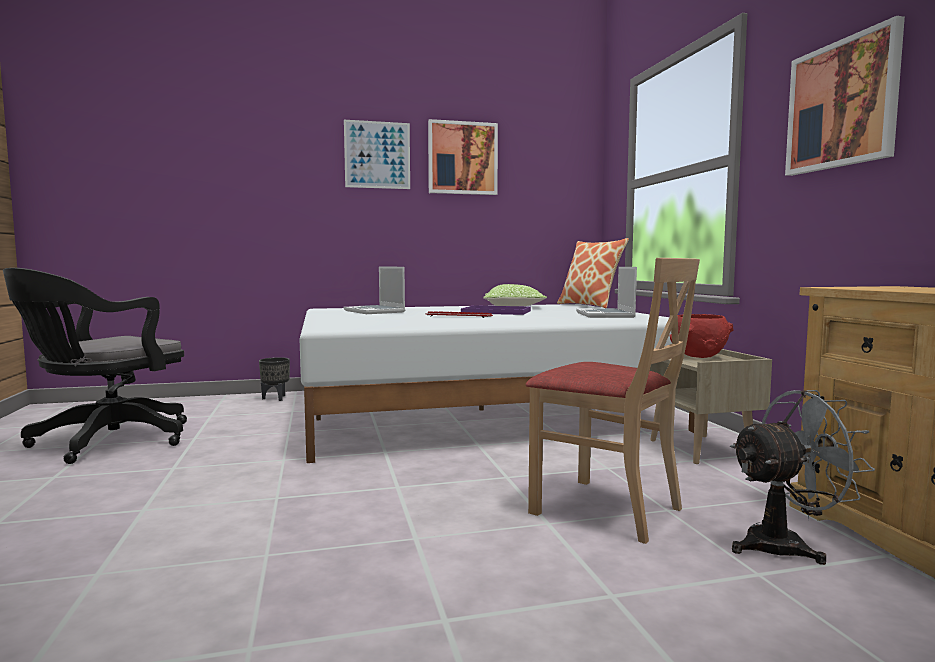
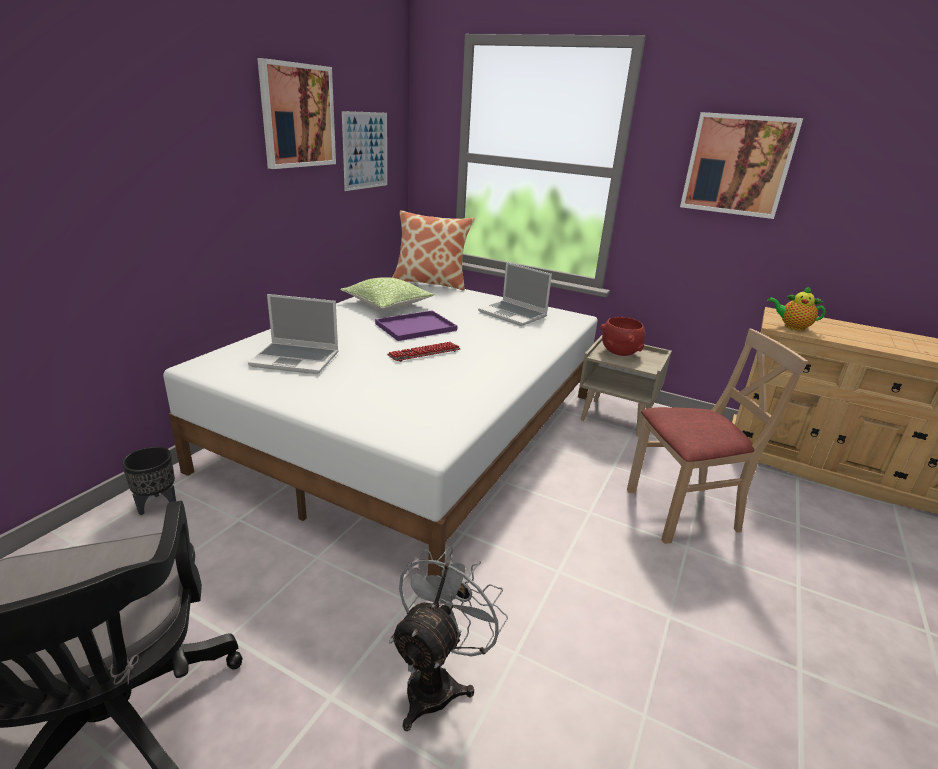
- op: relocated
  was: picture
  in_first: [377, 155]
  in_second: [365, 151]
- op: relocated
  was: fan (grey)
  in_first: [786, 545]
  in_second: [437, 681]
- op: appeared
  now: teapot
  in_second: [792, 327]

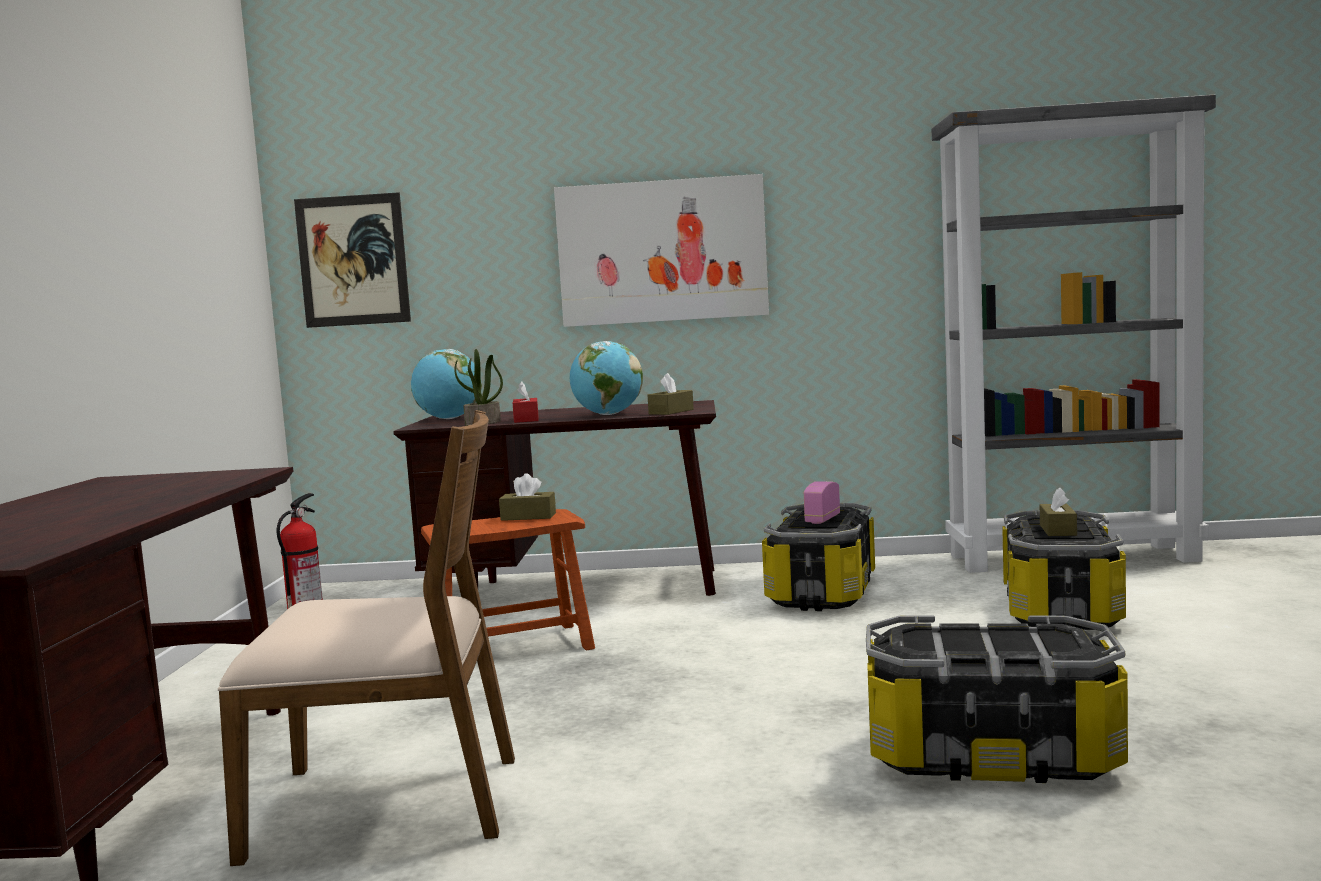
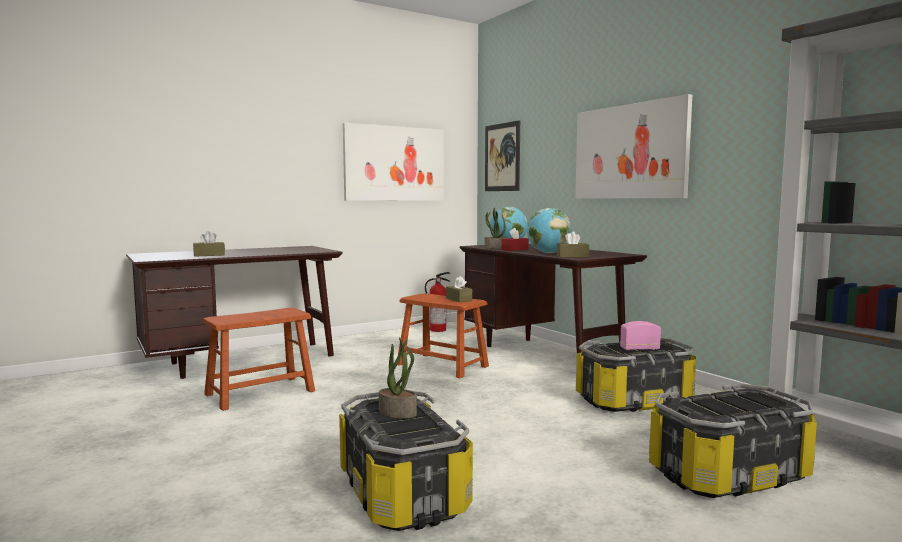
- op: exchanged
  was: chair (brown)
  now: stool (brown)
  in_first: [389, 804]
  in_second: [260, 392]
- op: relocated
  was: tissue box (brown)
  in_first: [1058, 530]
  in_second: [209, 255]
- op: appeared
  now: picture
  in_second: [394, 163]
- op: appeared
  now: potted plant
  in_second: [398, 412]

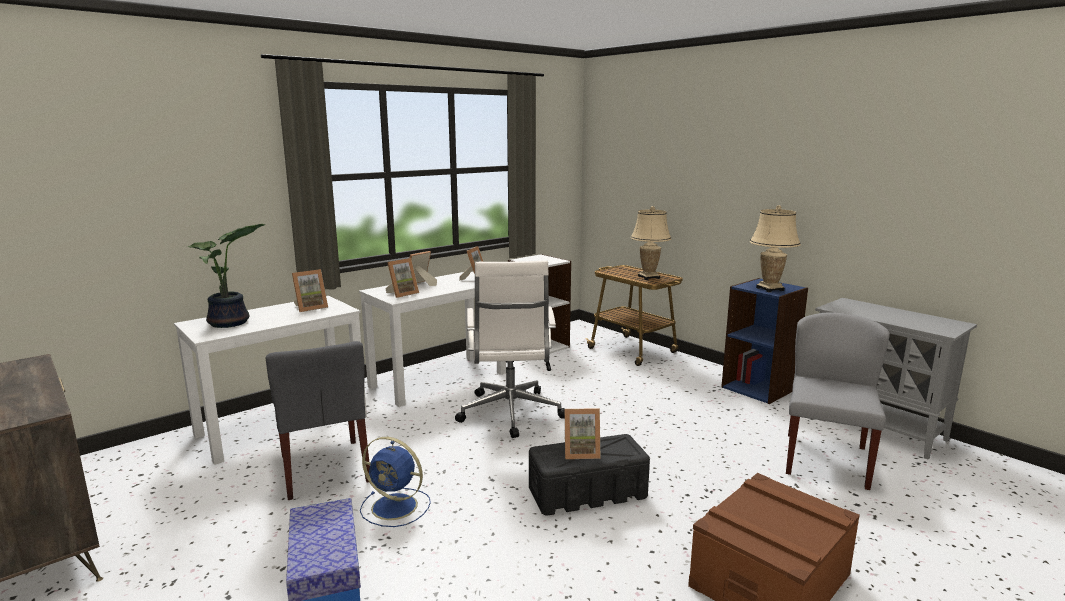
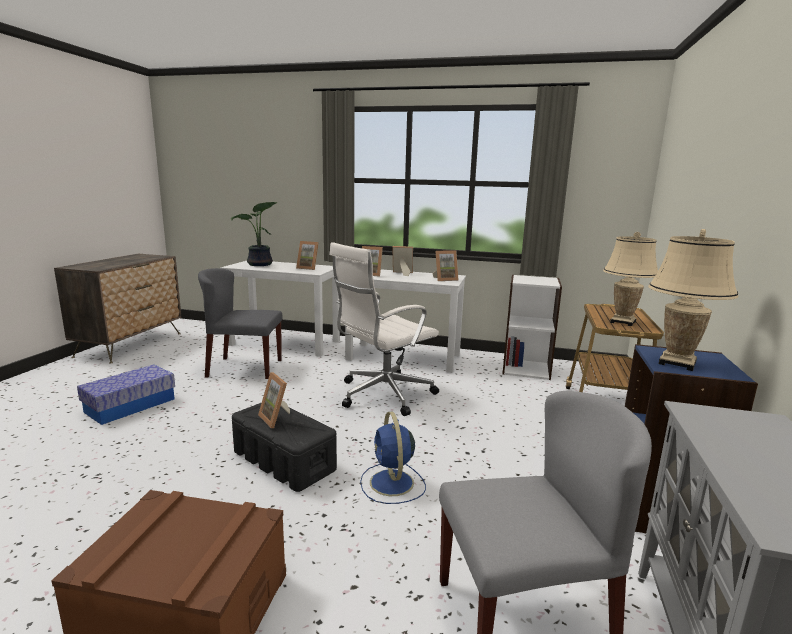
- op: spun
  was: chair (grey)
  in_first: [325, 468]
  in_second: [244, 368]
  clockwise: 60
- op: relocated
  was: fan (blue)
  in_first: [396, 507]
  in_second: [392, 484]

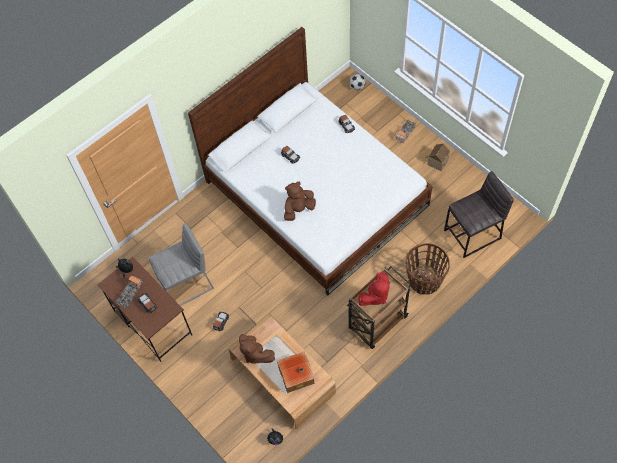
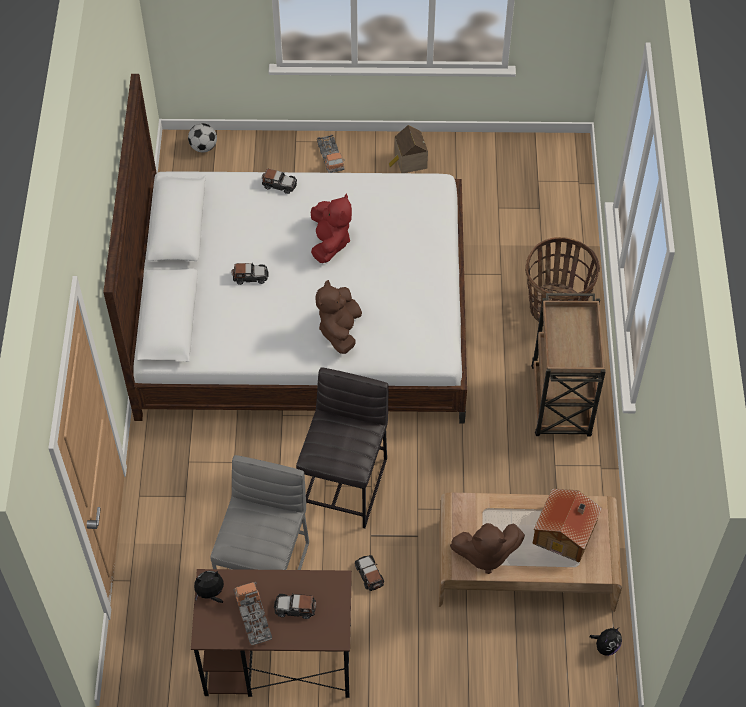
- op: relocated
  was: plush toy (red)
  in_first: [375, 296]
  in_second: [330, 242]
- op: relocated
  was: stool (grey)
  in_first: [473, 234]
  in_second: [345, 484]

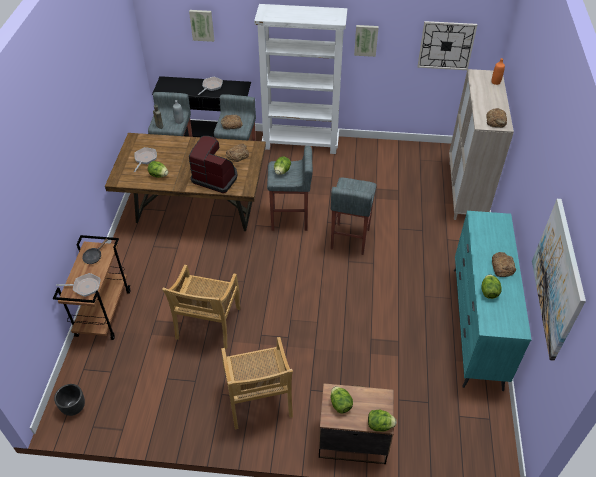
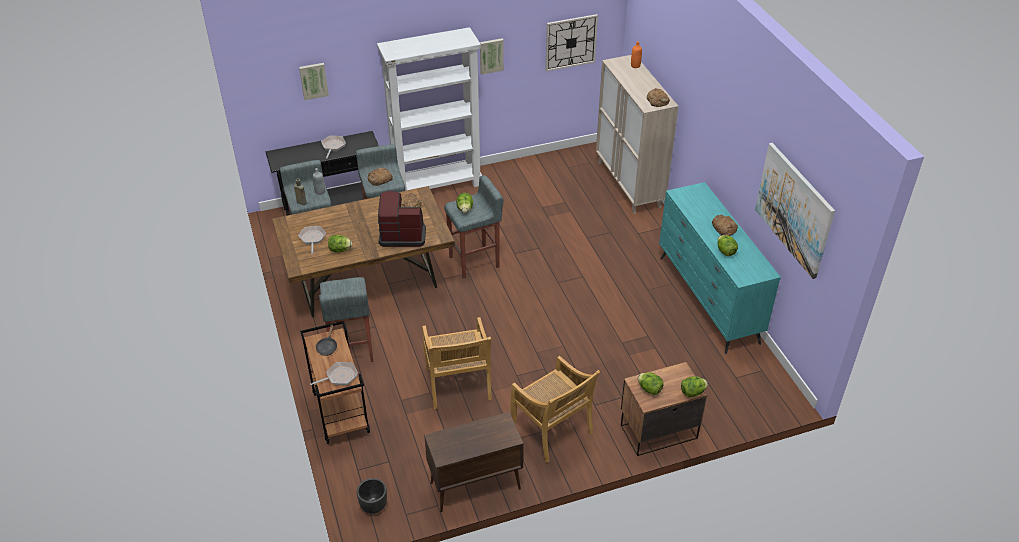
- op: relocated
  was: stool (grey)
  in_first: [349, 239]
  in_second: [351, 349]
- op: appeared
  now: cabinet (brown)
  in_second: [474, 486]

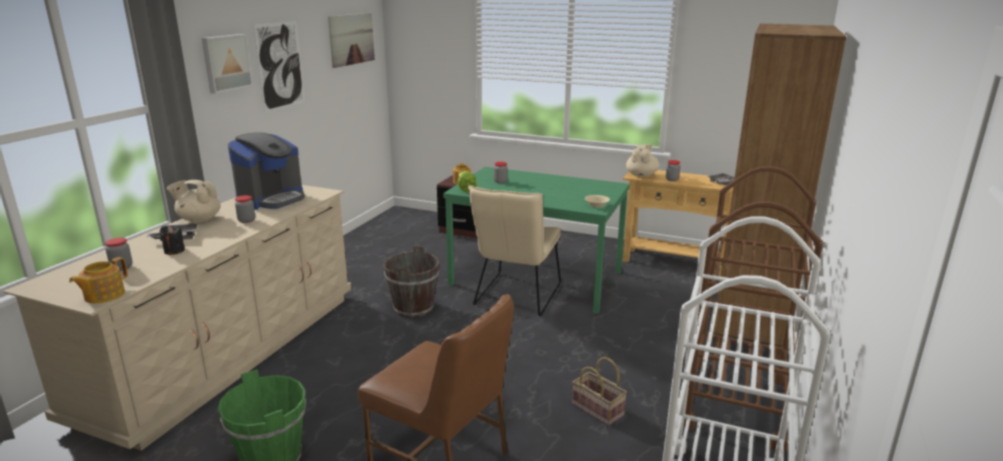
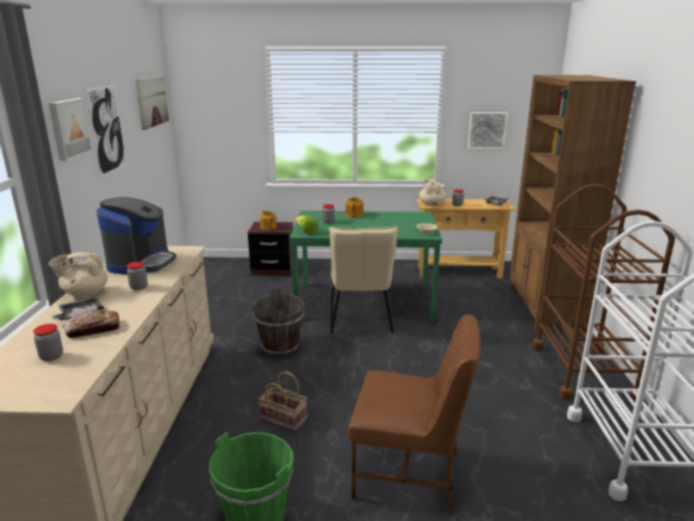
- op: relocated
  was: teapot
  in_first: [103, 295]
  in_second: [353, 215]
- op: exchanged
  was: candle (black)
  now: bread
  in_first: [174, 251]
  in_second: [93, 329]
- op: relocated
  was: basket
  in_first: [599, 410]
  in_second: [285, 418]
- op: appeared
  now: picture
  in_second: [486, 130]

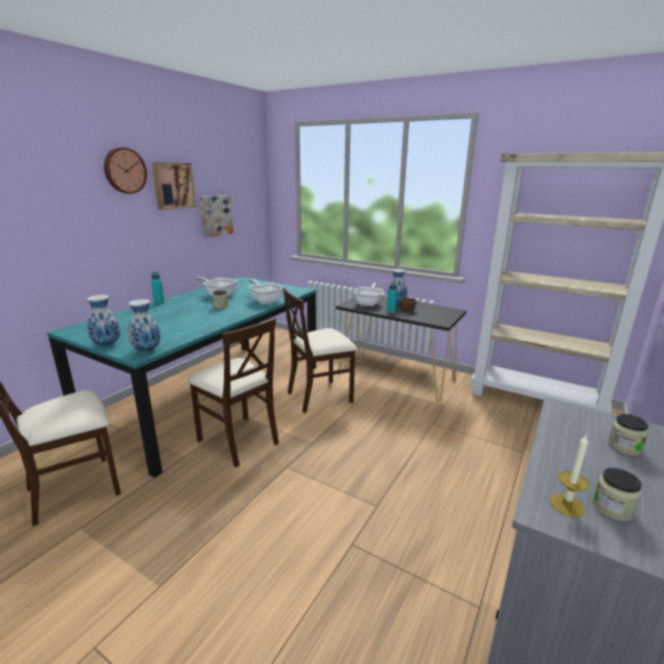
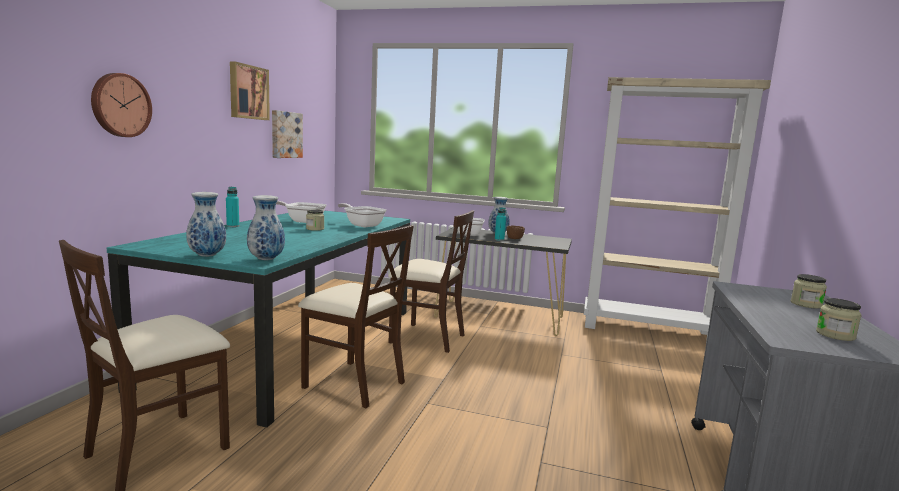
- op: relocated
  was: wall clock
  in_first: [124, 170]
  in_second: [120, 105]
- op: spun
  was: chair (beige)
  in_first: [320, 396]
  in_second: [426, 338]
  clockwise: -120
- op: missing
  was: candle
  in_first: [566, 505]

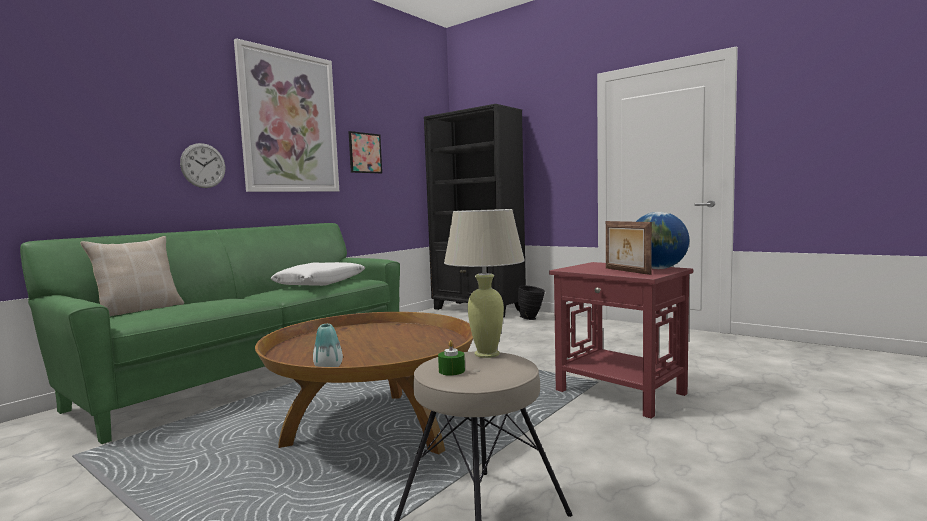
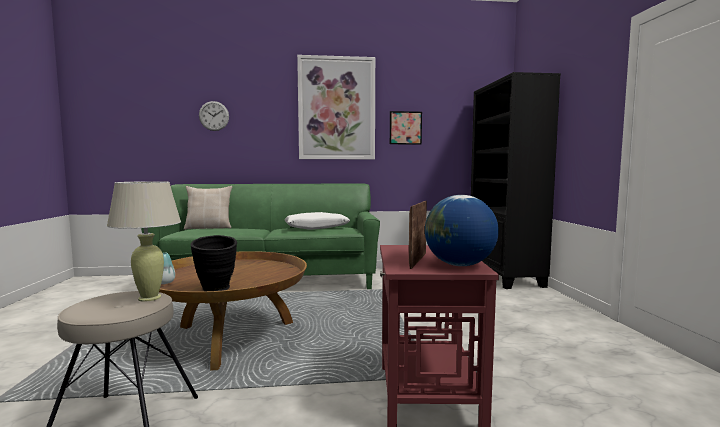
- op: relocated
  was: wall clock
  in_first: [203, 165]
  in_second: [214, 116]
- op: missing
  was: candle (green)
  in_first: [451, 371]
- op: relocated
  was: vase (black)
  in_first: [532, 319]
  in_second: [216, 291]

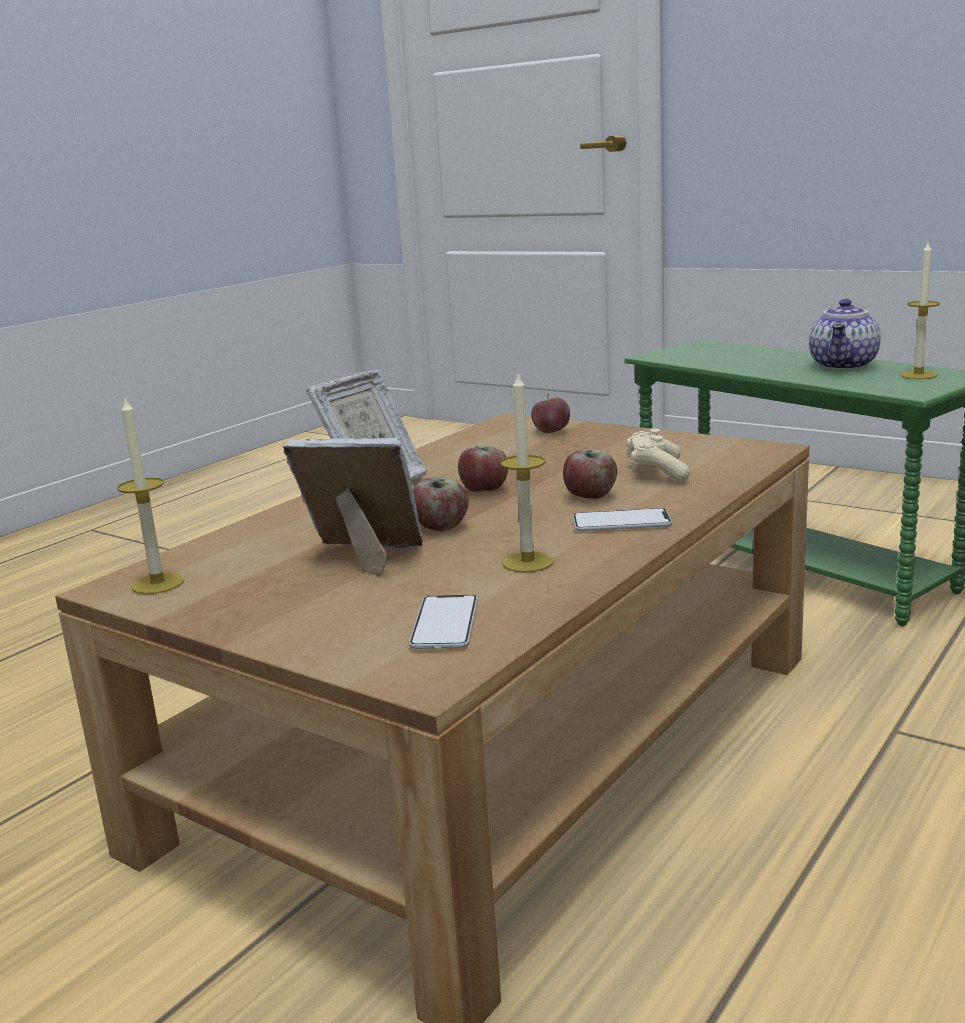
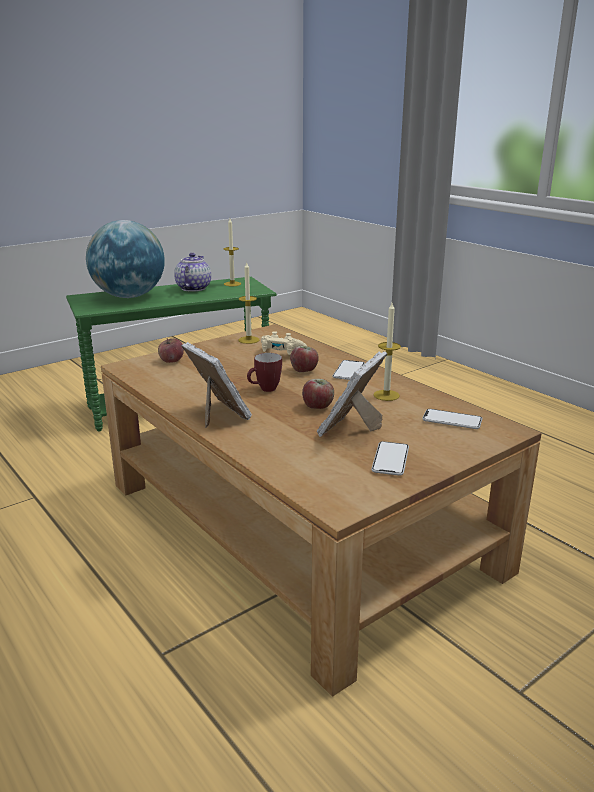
- op: relocated
  was: candle
  in_first: [158, 584]
  in_second: [249, 340]
- op: exchanged
  was: apple
  now: mug
  in_first: [485, 490]
  in_second: [265, 390]
- op: spun
  was: teapot
  in_first: [845, 366]
  in_second: [193, 288]
  clockwise: -120
- op: appeared
  now: globe
  in_second: [129, 296]
- op: appeared
  now: phone
  in_second: [390, 459]

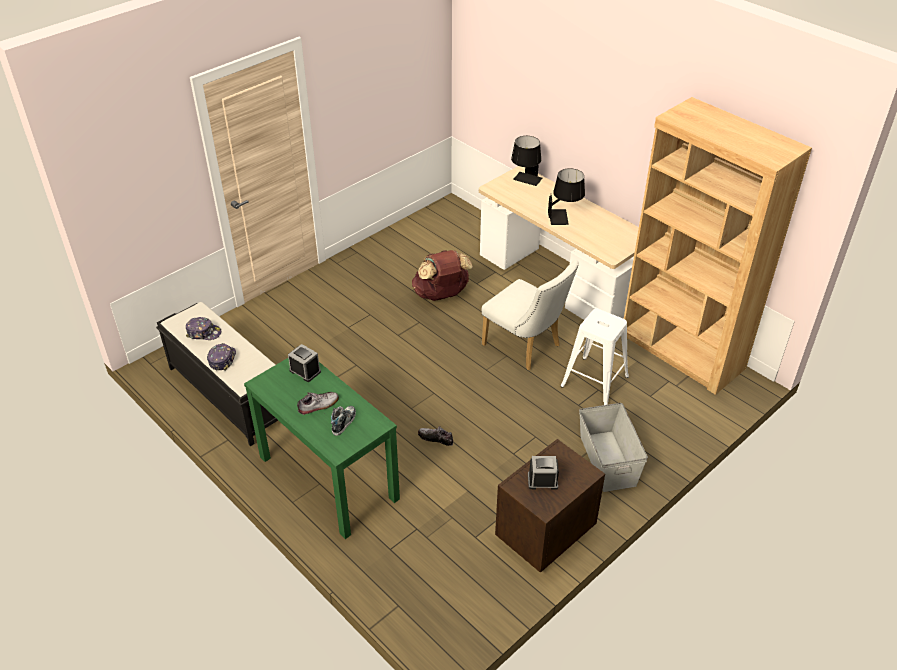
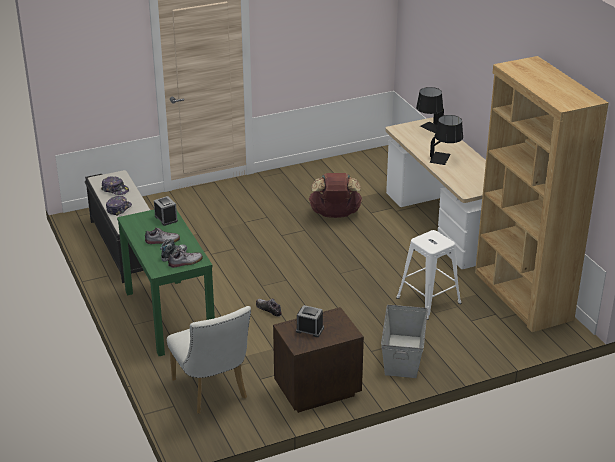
- op: relocated
  was: chair (white)
  in_first: [526, 347]
  in_second: [212, 392]
- op: appeared
  now: shoe
  in_second: [185, 262]

